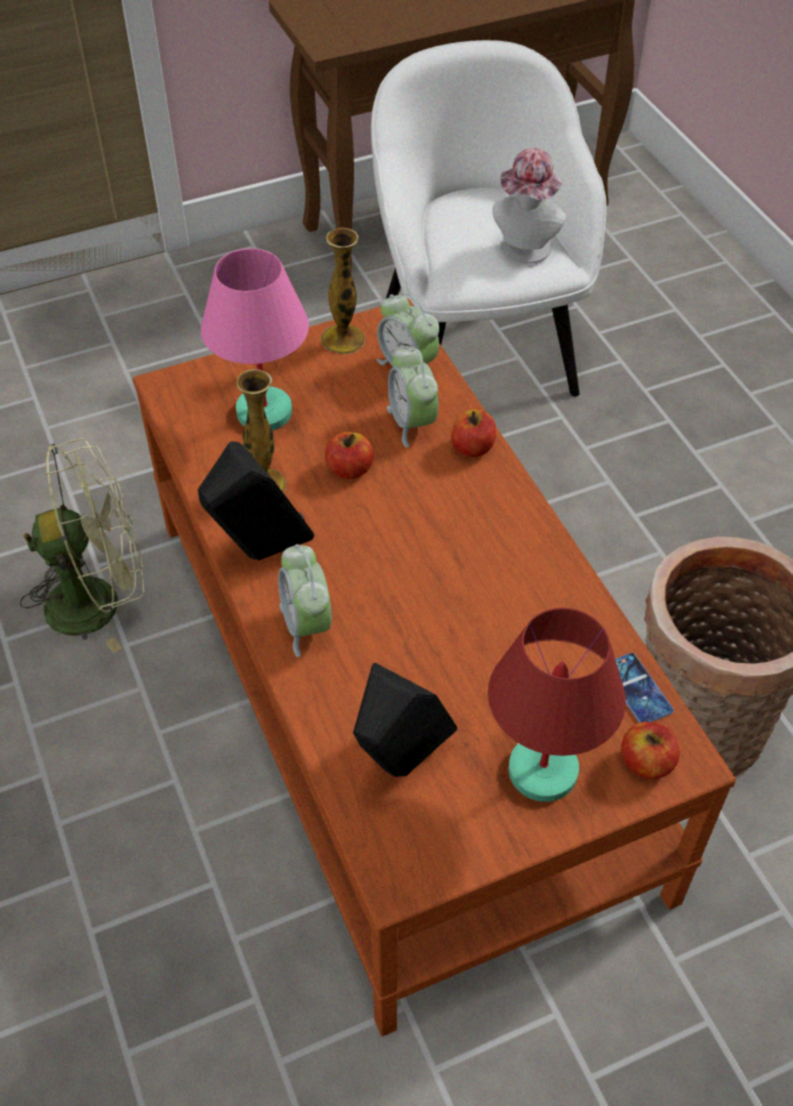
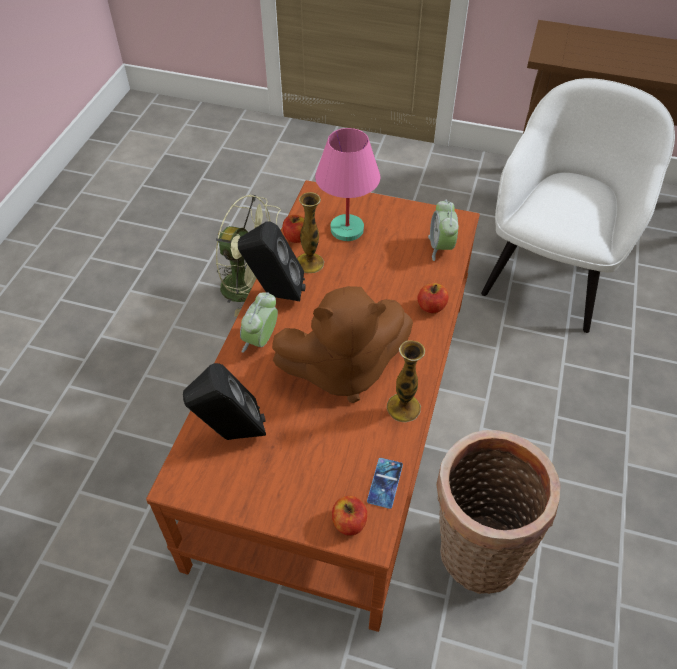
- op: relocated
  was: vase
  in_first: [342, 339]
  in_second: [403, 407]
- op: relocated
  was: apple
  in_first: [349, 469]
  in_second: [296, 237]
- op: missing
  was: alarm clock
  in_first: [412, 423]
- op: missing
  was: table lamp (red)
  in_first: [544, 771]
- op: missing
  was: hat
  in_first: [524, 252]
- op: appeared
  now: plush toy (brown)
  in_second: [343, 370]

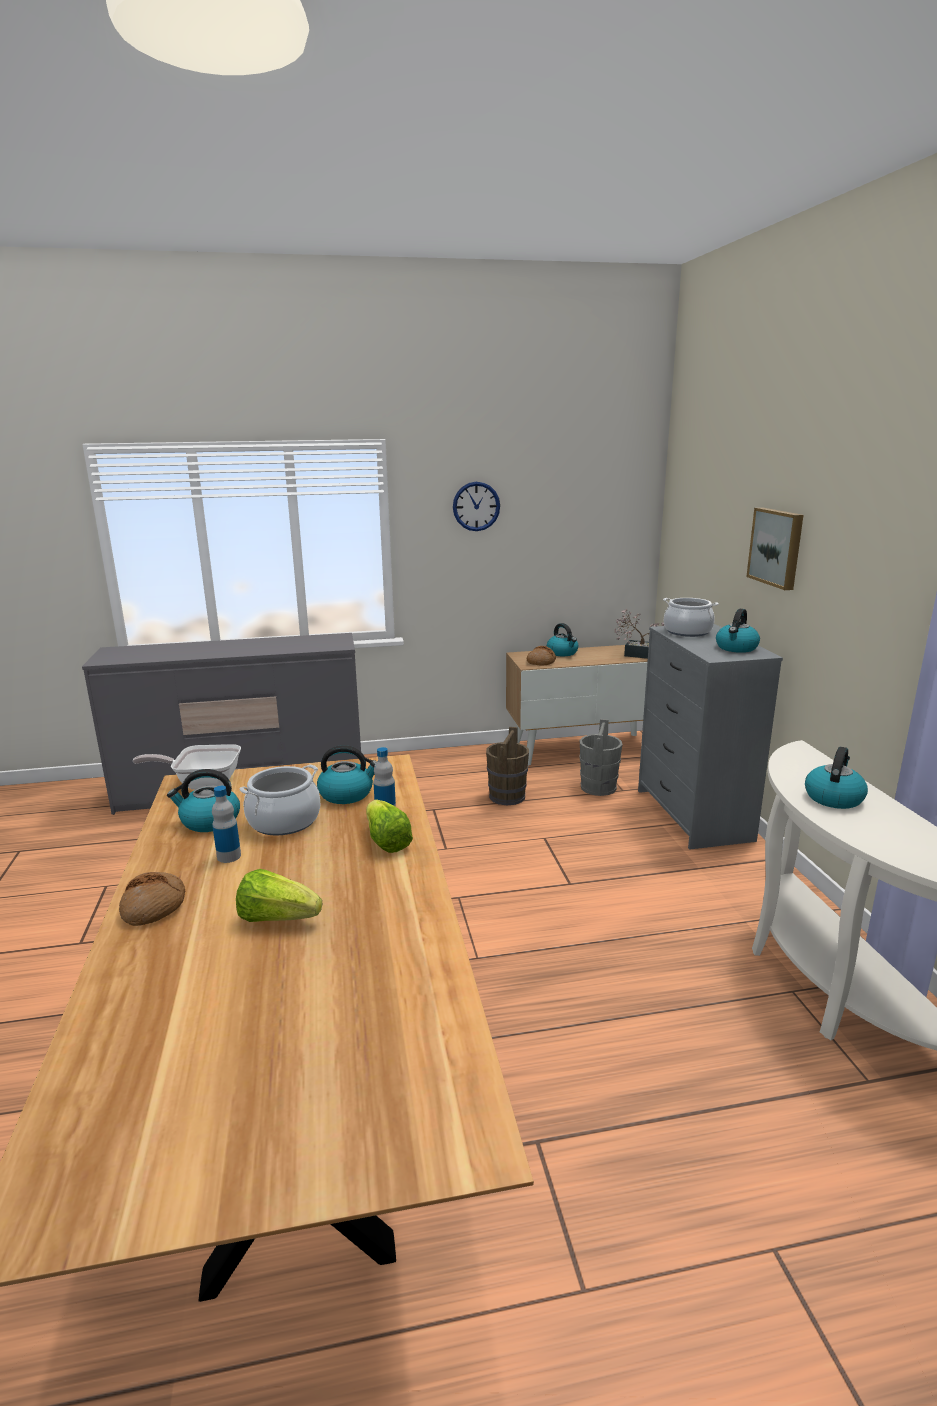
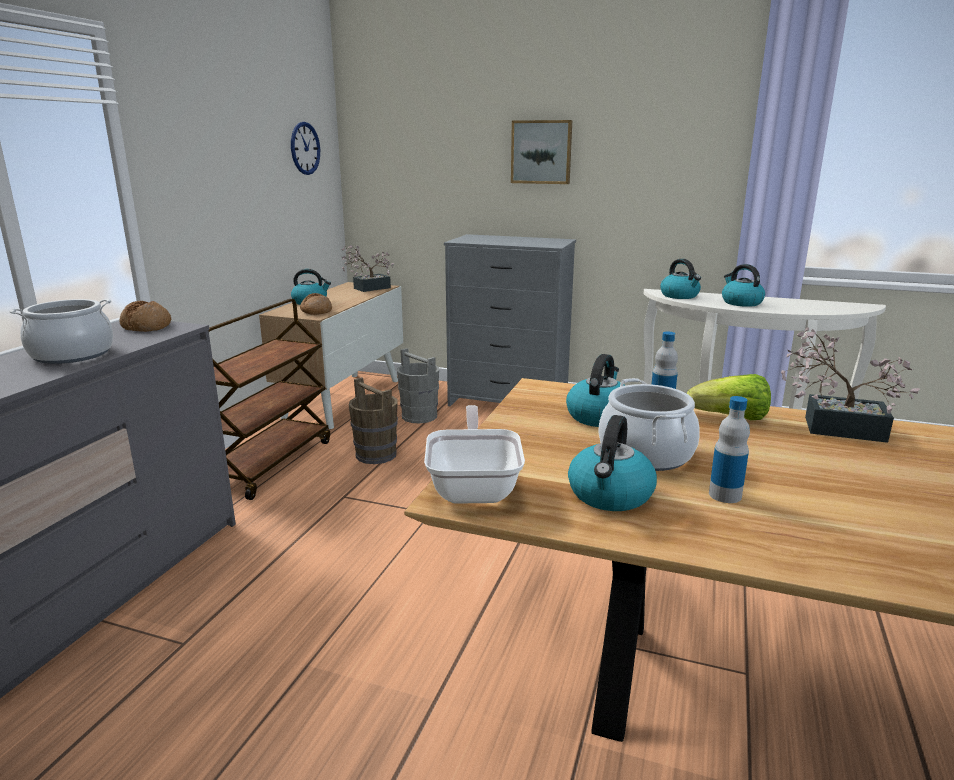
- op: relocated
  was: bread
  in_first: [154, 907]
  in_second: [147, 326]
- op: spun
  was: frying pan
  in_first: [202, 783]
  in_second: [475, 486]
  clockwise: 150
- op: missing
  was: lettuce
  in_first: [277, 918]
- op: relocated
  was: wall clock
  in_first: [476, 506]
  in_second: [305, 148]
- op: relocated
  was: cooking pot
  in_first: [687, 632]
  in_second: [72, 355]
- op: relocated
  was: kettle
  in_first: [736, 648]
  in_second: [680, 296]
- op: appeared
  now: cart (brown)
  in_second: [269, 463]
- op: appeared
  now: potted plant
  in_second: [833, 427]

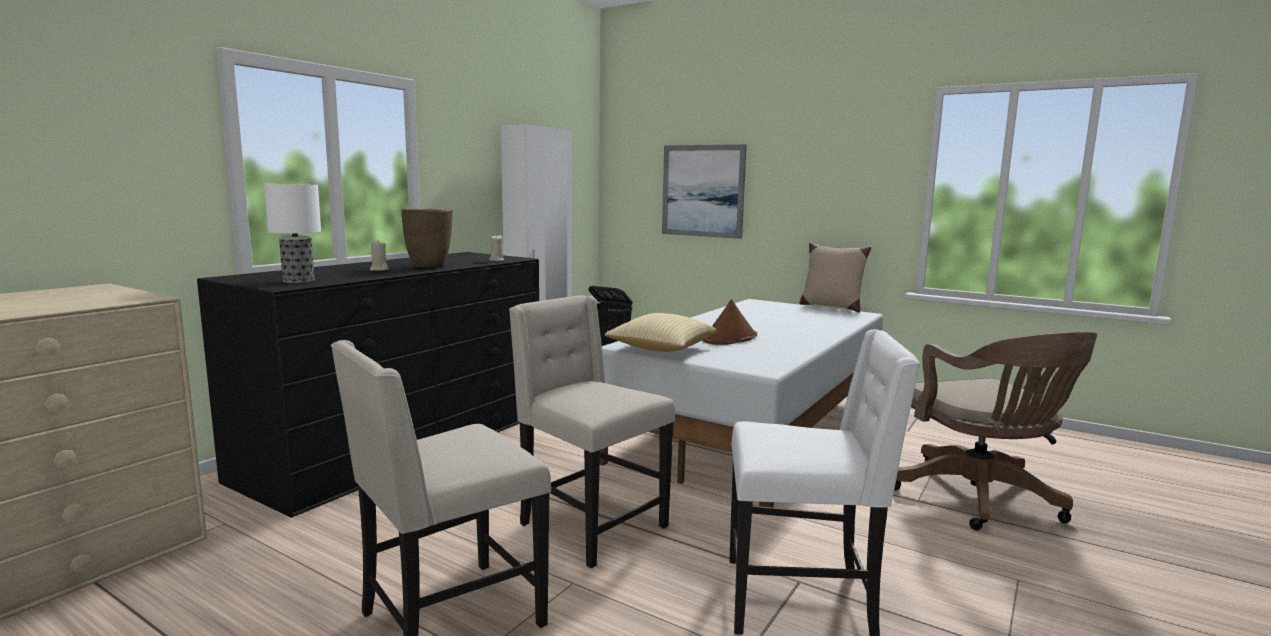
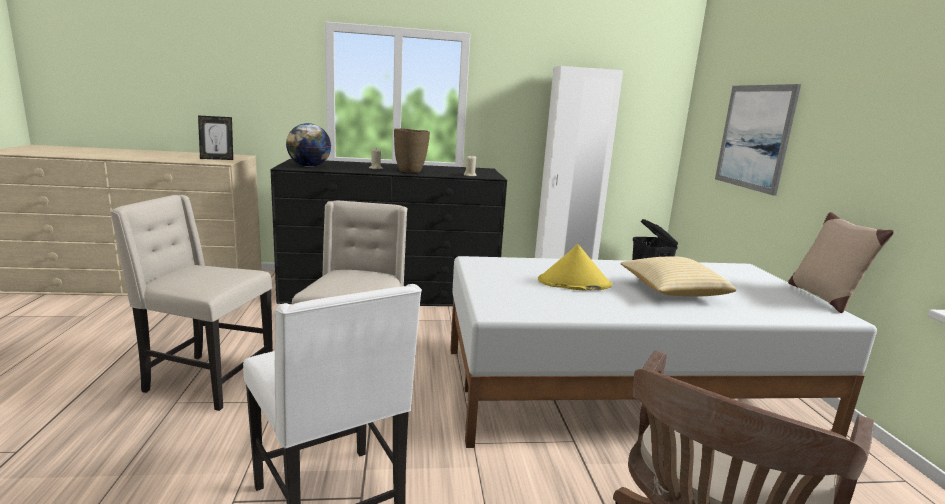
- op: exchanged
  was: table lamp
  now: globe
  in_first: [299, 281]
  in_second: [309, 166]
- op: relocated
  was: pillow
  in_first: [661, 349]
  in_second: [672, 291]
- op: colour
  was: hat (brown)
  now: hat (yellow)
  in_first: [729, 338]
  in_second: [574, 283]
- op: appeared
  now: picture frame
  in_second: [217, 159]

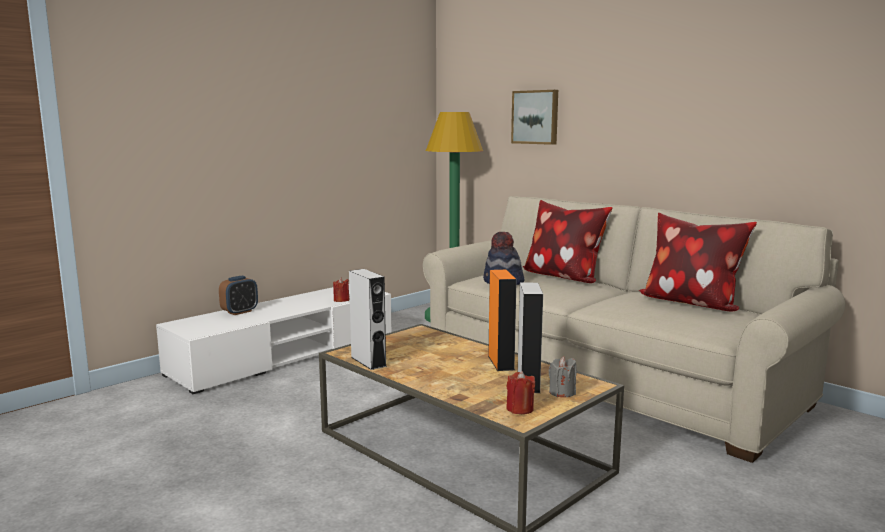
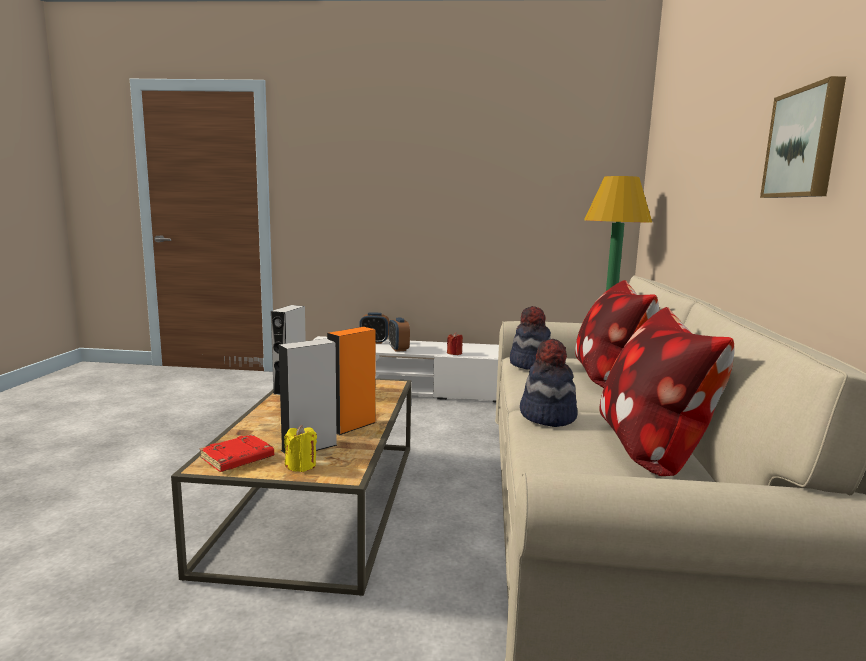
- op: exchanged
  was: candle (red)
  now: book (red)
  in_first: [520, 409]
  in_second: [237, 458]
- op: relocated
  was: picture
  in_first: [536, 117]
  in_second: [805, 143]
- op: colour
  was: candle (grey)
  now: candle (yellow)
  in_first: [562, 393]
  in_second: [301, 466]
- op: appeared
  now: alarm clock
  in_second: [398, 349]
- op: appeared
  now: hat
  in_second: [547, 416]

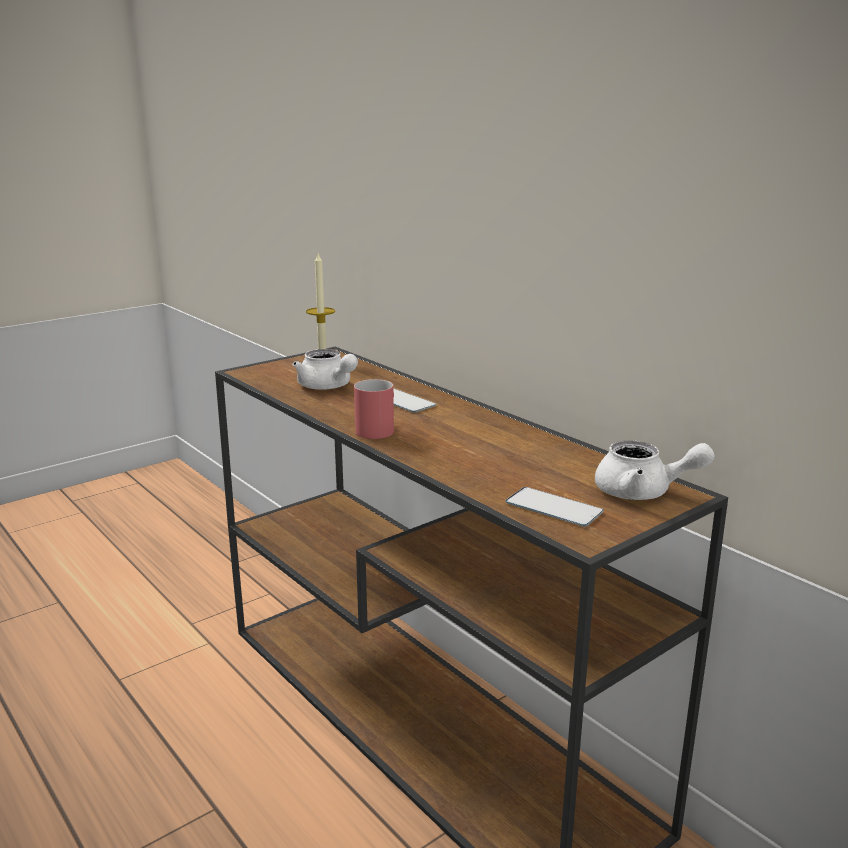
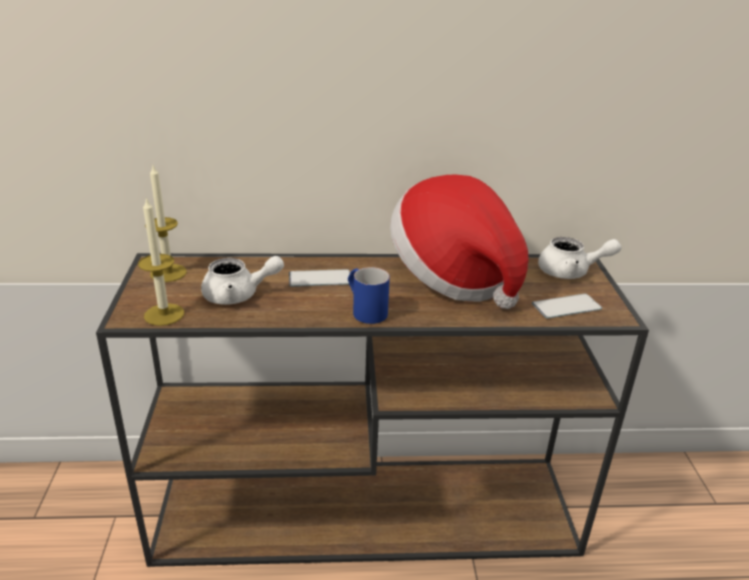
- op: colour
  was: mug (red)
  now: mug (blue)
  in_first: [378, 428]
  in_second: [365, 310]
- op: spun
  was: teapot (white)
  in_first: [643, 492]
  in_second: [571, 272]
  clockwise: 45
- op: appeared
  now: candle
  in_second: [164, 314]
- op: appeared
  now: hat
  in_second: [454, 276]

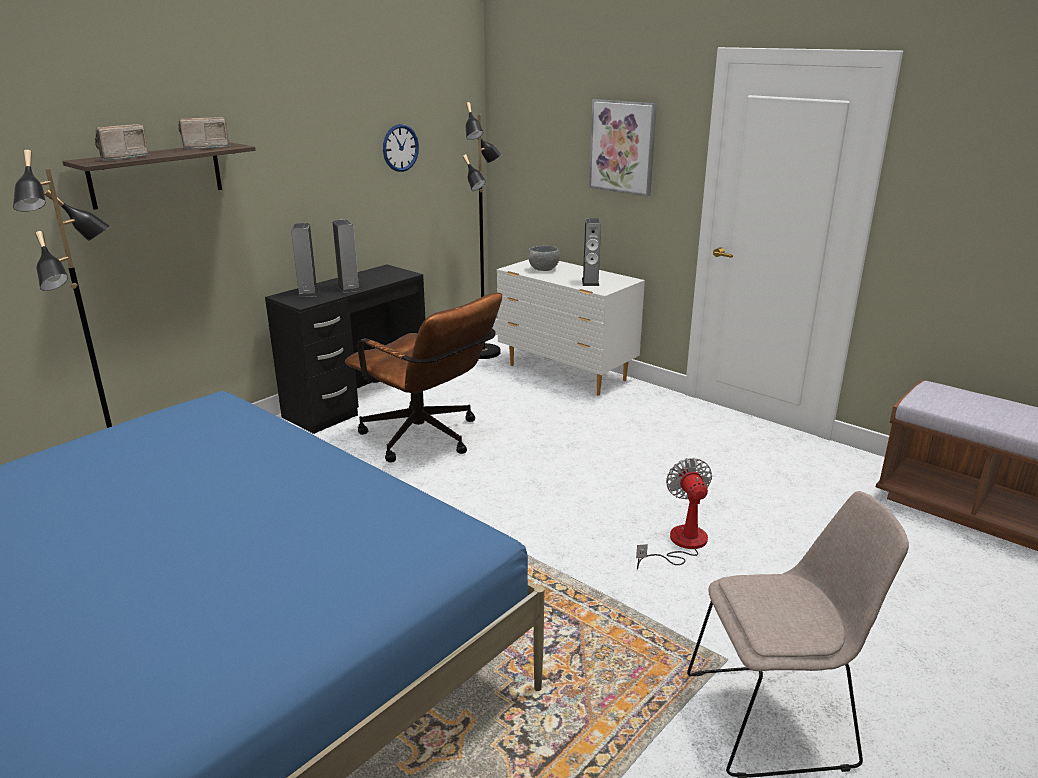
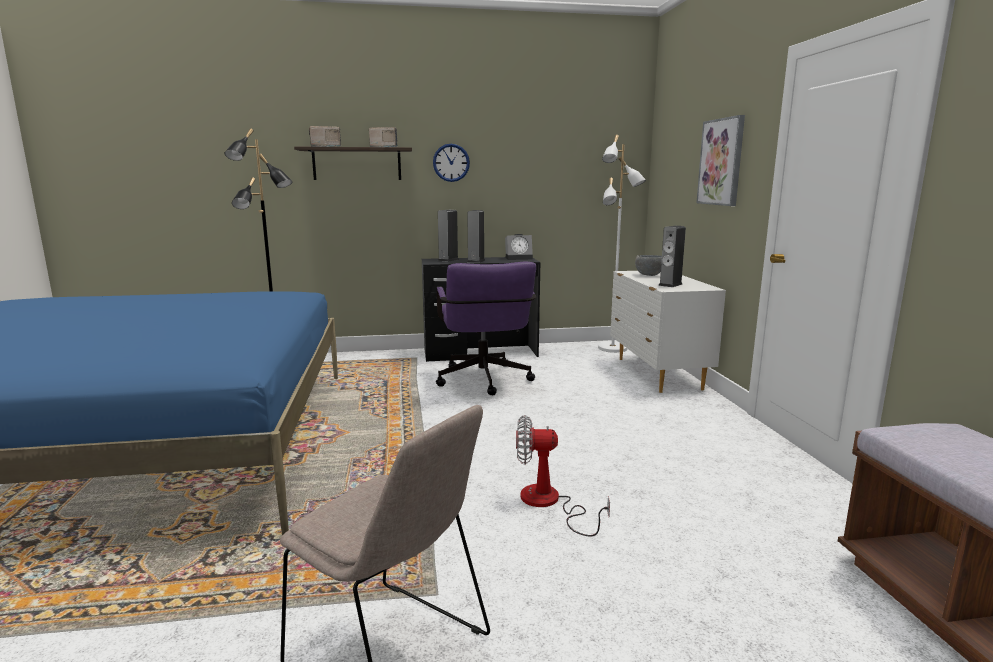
- op: colour
  was: office chair (brown)
  now: office chair (purple)
  in_first: [427, 439]
  in_second: [484, 382]
- op: relocated
  was: wall clock
  in_first: [400, 148]
  in_second: [451, 162]
- op: colour
  was: floor lamp (black)
  now: floor lamp (white)
  in_first: [484, 353]
  in_second: [613, 348]
- op: spun
  was: fan
  in_first: [680, 544]
  in_second: [549, 503]
  clockwise: -120
- op: appeared
  now: alarm clock
  in_second: [519, 258]

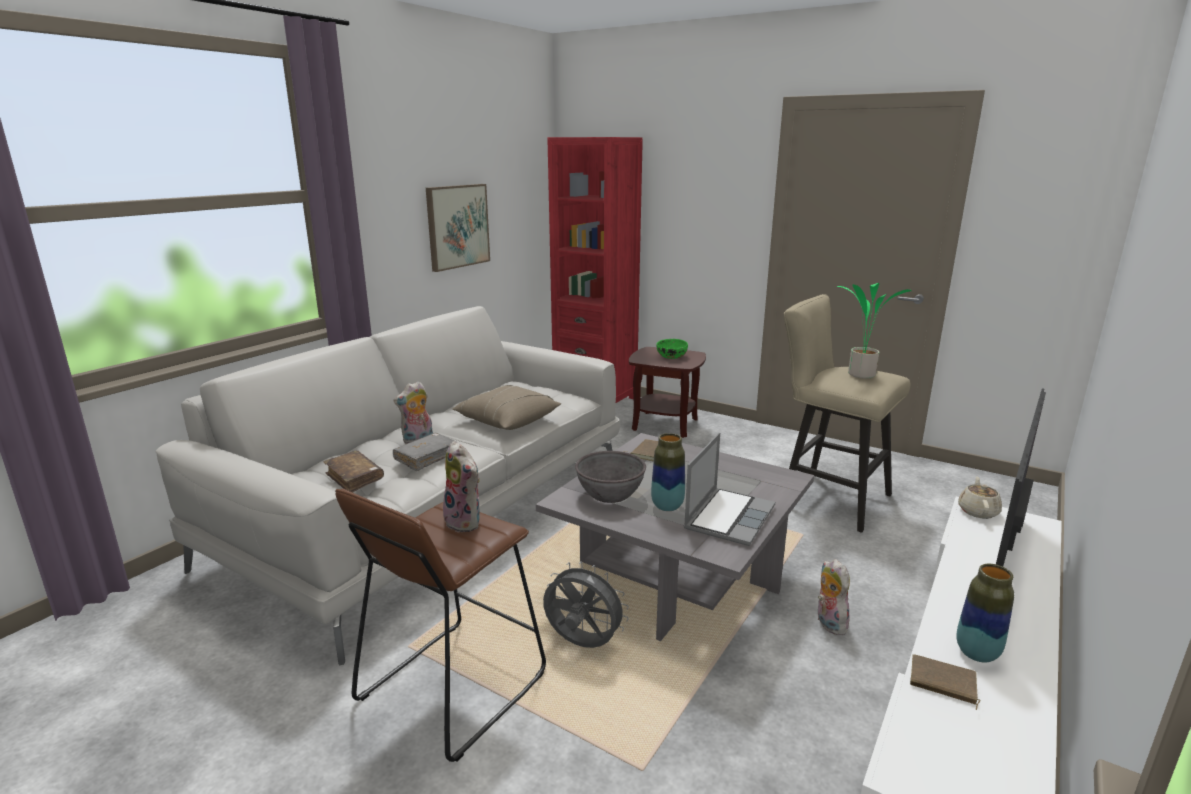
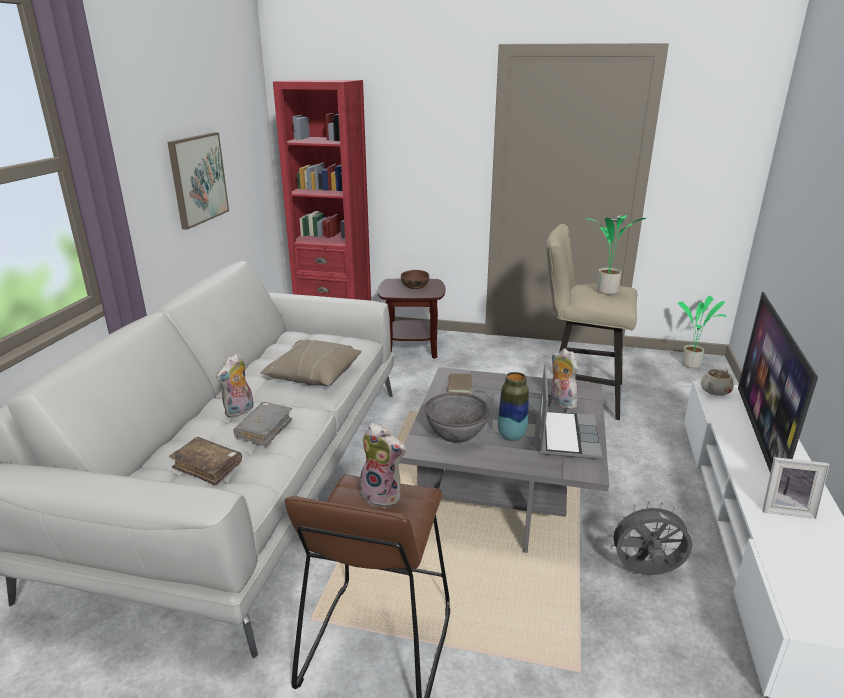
- op: relocated
  was: fan (grey)
  in_first: [582, 644]
  in_second: [645, 573]
- op: colour
  was: bowl (green)
  now: bowl (brown)
  in_first: [671, 356]
  in_second: [414, 287]
- op: relocated
  was: plush toy
  in_first: [828, 623]
  in_second: [560, 402]
- op: missing
  was: book (brown)
  in_first: [942, 683]
- op: exchanged
  was: vase
  now: picture frame
  in_first: [977, 653]
  in_second: [786, 509]
- op: spun
  was: teapot (beige)
  in_first: [978, 511]
  in_second: [714, 391]
  clockwise: -135
- op: appeared
  now: potted plant
  in_second: [692, 364]

